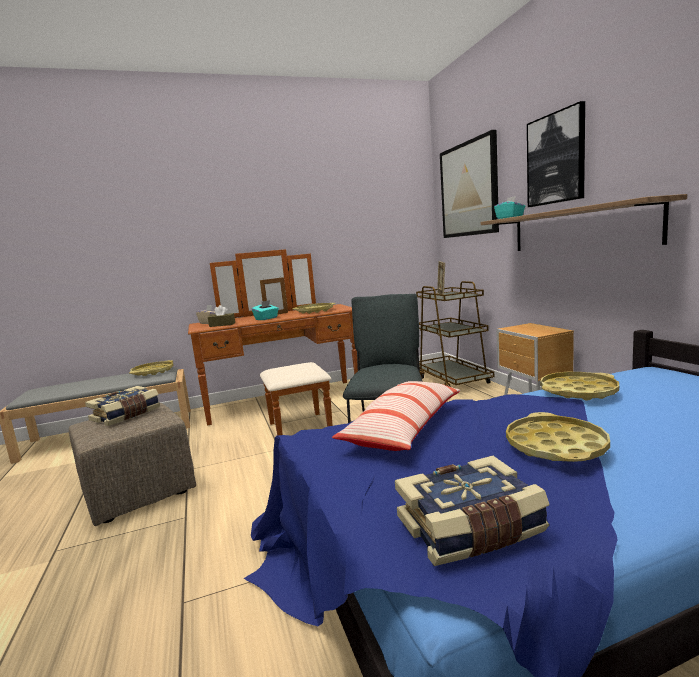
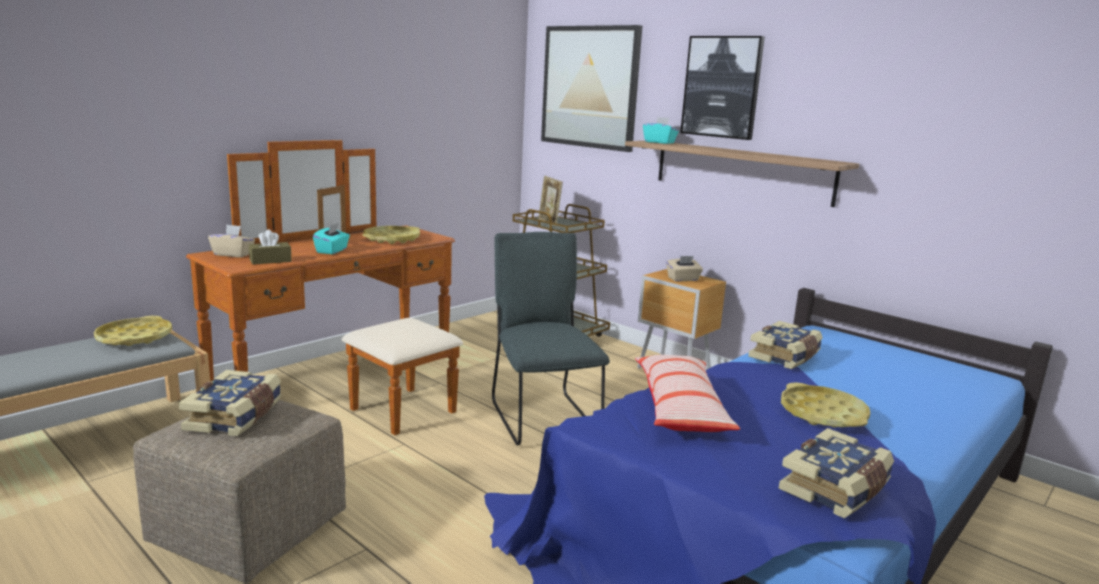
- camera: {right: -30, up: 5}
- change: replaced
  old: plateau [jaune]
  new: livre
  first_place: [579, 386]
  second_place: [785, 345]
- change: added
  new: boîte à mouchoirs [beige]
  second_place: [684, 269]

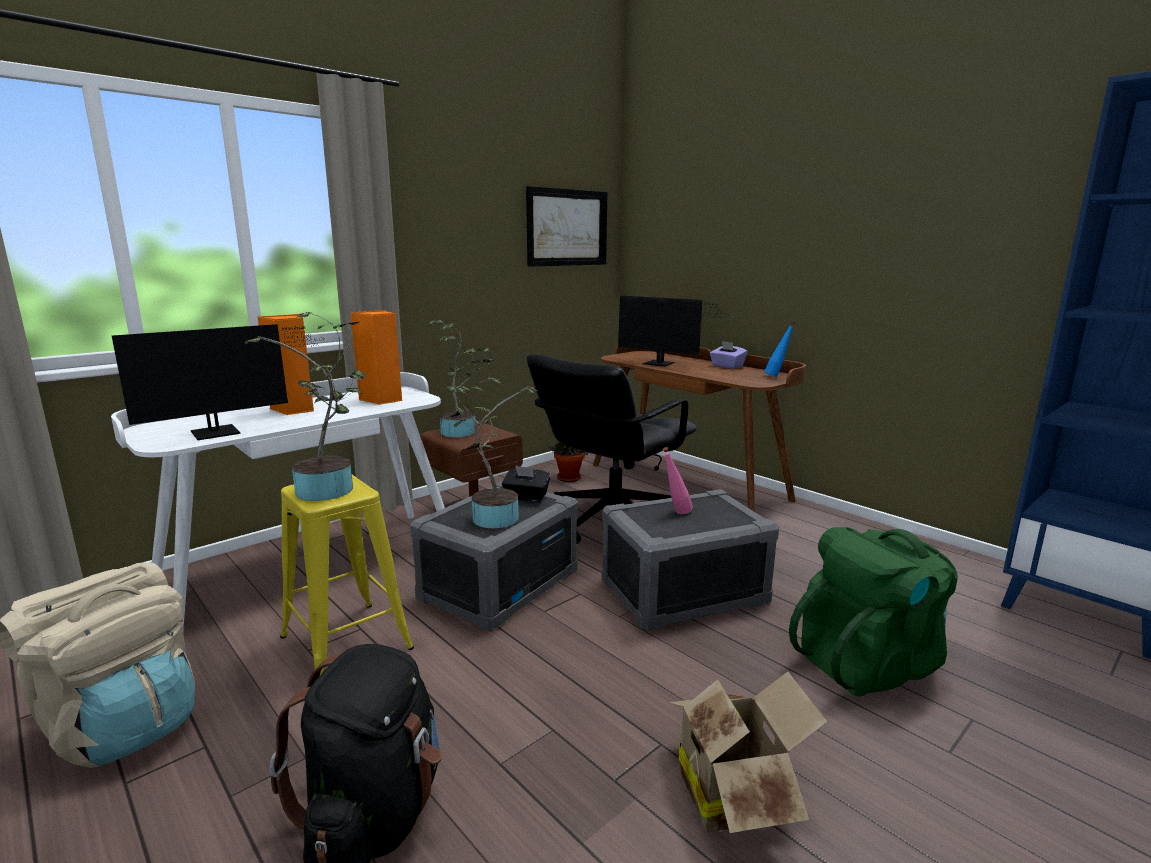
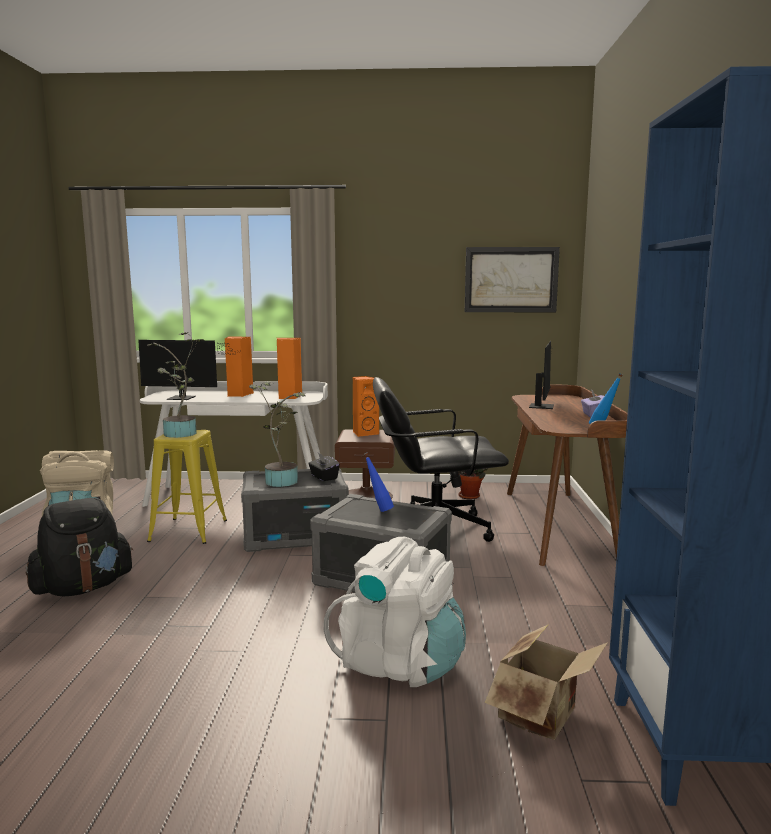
- camera: {right: 45, up: -5}
- change: replaced
  old: plante en pot
  new: enceinte [orange]
  first_place: [459, 378]
  second_place: [366, 406]
- change: turned
  old: écran d'ordinateur
  first_place: [674, 331]
  second_place: [541, 375]
  degrees: -150
- change: recoloured
  old: bouteille [rose]
  new: bouteille [bleu]
  first_place: [678, 480]
  second_place: [379, 482]
- change: moved
  old: carton
  first_place: [748, 752]
  second_place: [546, 682]
- change: recoloured
  old: sac à dos [vert]
  new: sac à dos [blanc]
  first_place: [873, 612]
  second_place: [395, 612]

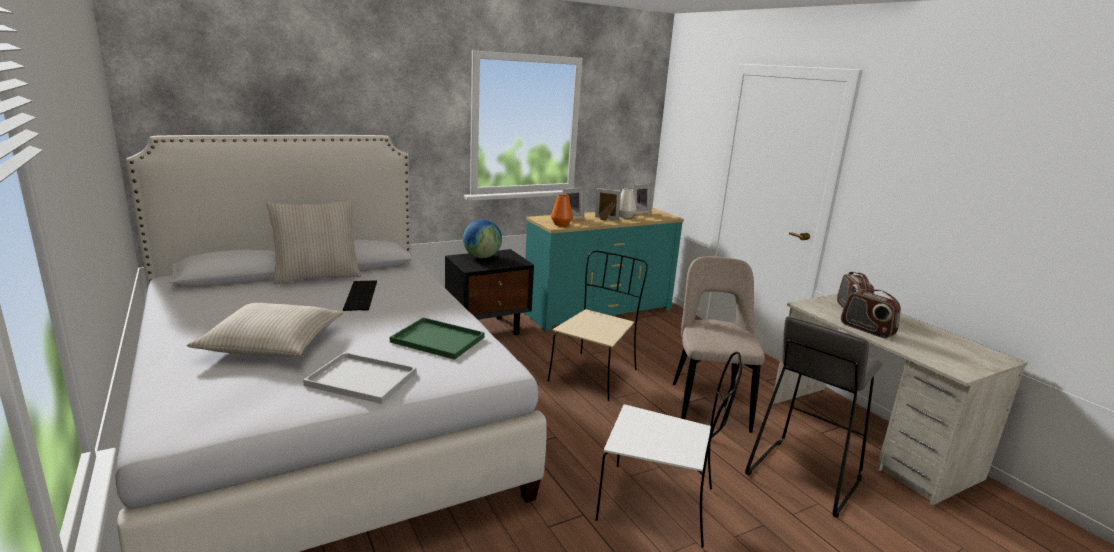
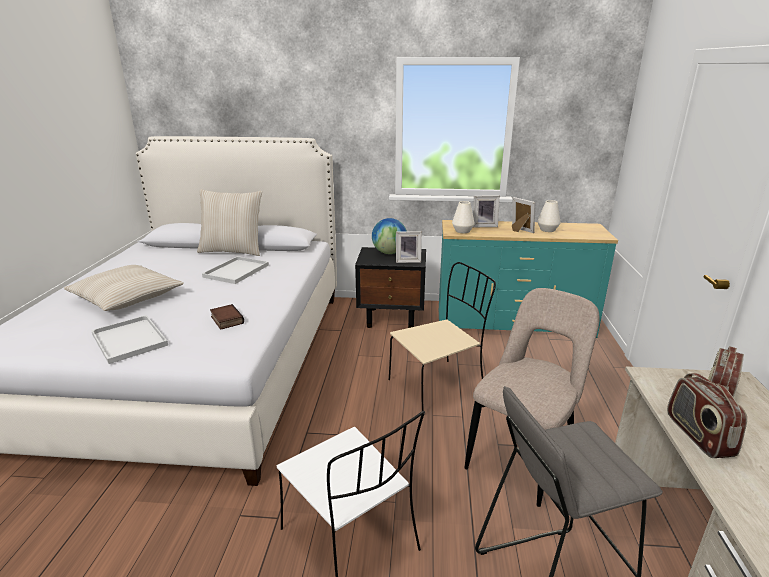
- camera: {right: 35, up: 5}
- change: replaced
  old: clavier
  new: plateau [blanc]
  first_place: [360, 295]
  second_place: [235, 270]
- change: replaced
  old: plateau [vert]
  new: livre
  first_place: [437, 338]
  second_place: [227, 317]
- change: recoloured
  old: vase [orange]
  new: vase [blanc]
  first_place: [562, 210]
  second_place: [463, 217]
- change: moved
  old: cadre photo
  first_place: [642, 199]
  second_place: [409, 247]

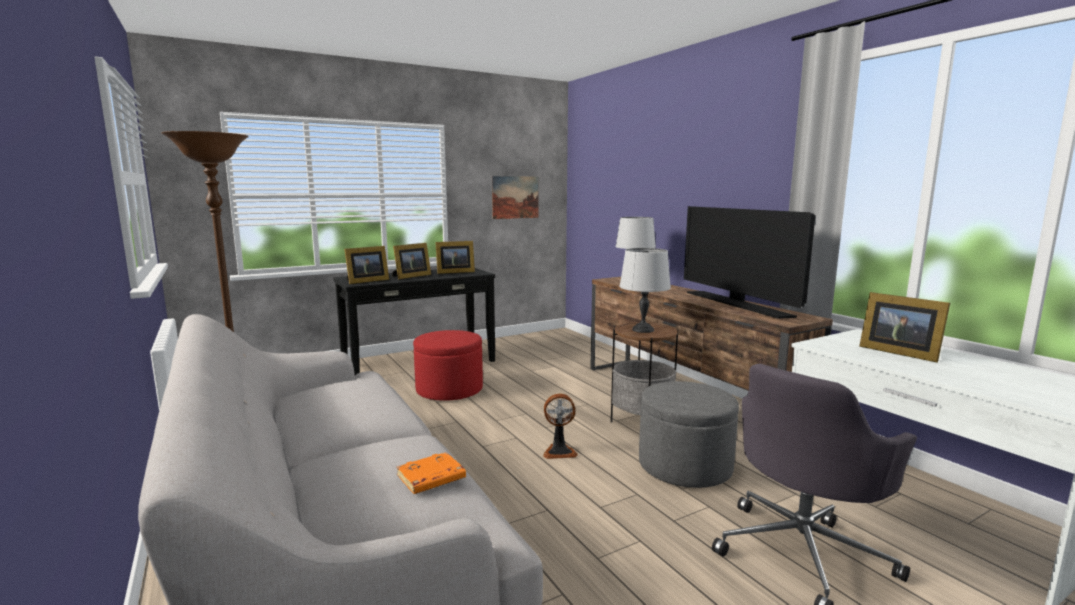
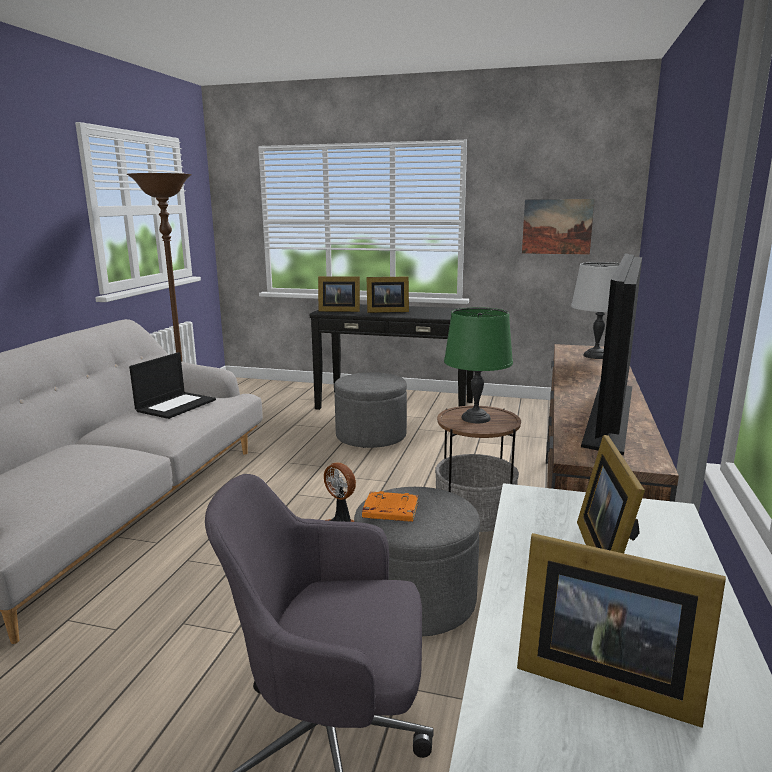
- camera: {right: 45, up: 5}
- change: moved
  old: livre [orange]
  first_place: [431, 473]
  second_place: [390, 506]
- change: recoloured
  old: pouf [rouge]
  new: pouf [gris]
  first_place: [448, 365]
  second_place: [370, 410]
- change: moved
  old: cadre photo
  first_place: [455, 257]
  second_place: [621, 630]
- change: recoloured
  old: lampe de table [gris]
  new: lampe de table [vert]
  first_place: [645, 290]
  second_place: [478, 365]
- change: added
  new: ordinateur portable
  second_place: [172, 385]

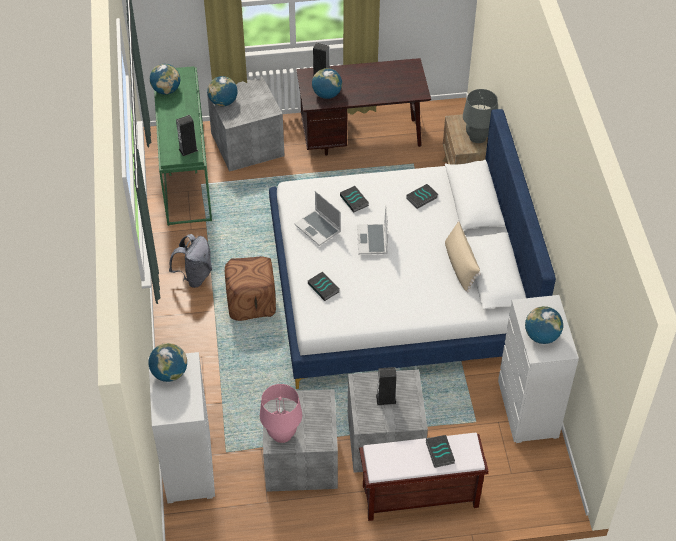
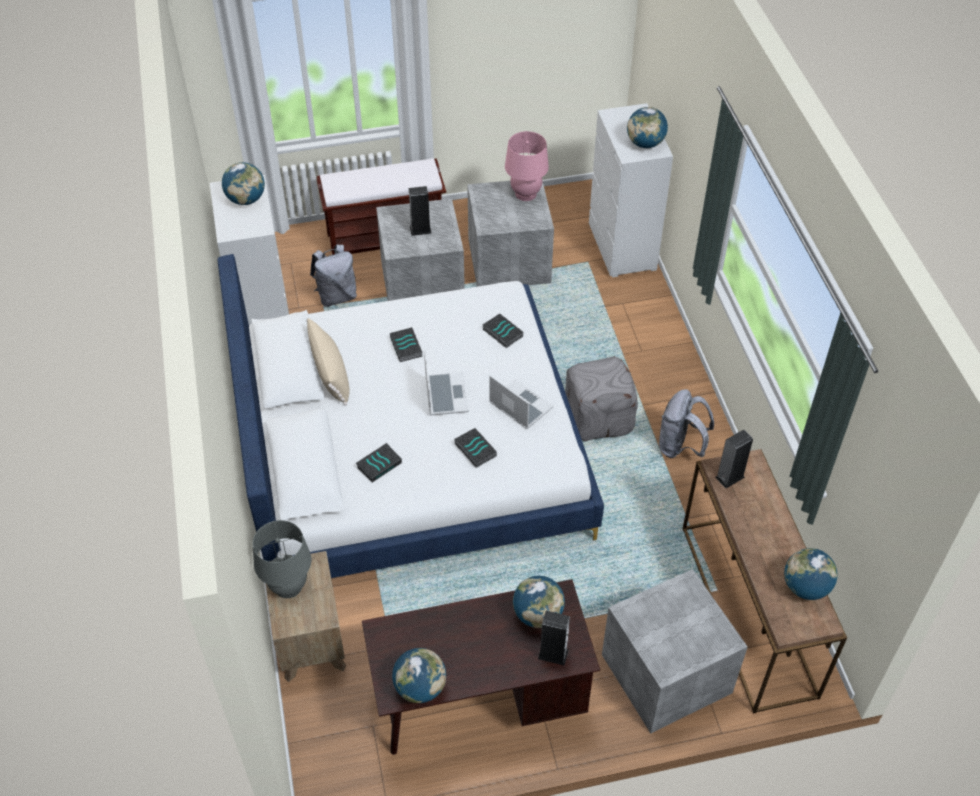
- camera: {right: 175, up: 0}
- change: recoloured
  old: table console [vert]
  new: table console [marron]
  first_place: [183, 146]
  second_place: [764, 581]
- change: moved
  old: globe
  first_place: [222, 91]
  second_place: [419, 675]
- change: recoloured
  old: pouf [marron]
  new: pouf [gris]
  first_place: [250, 288]
  second_place: [601, 398]
- change: moved
  old: livre
  first_place: [440, 451]
  second_place: [406, 344]
- change: added
  new: sac à dos [gris]
  second_place: [333, 275]

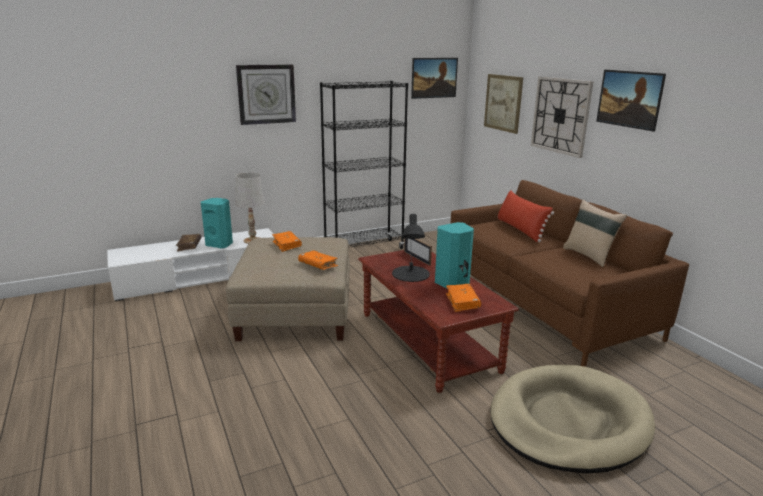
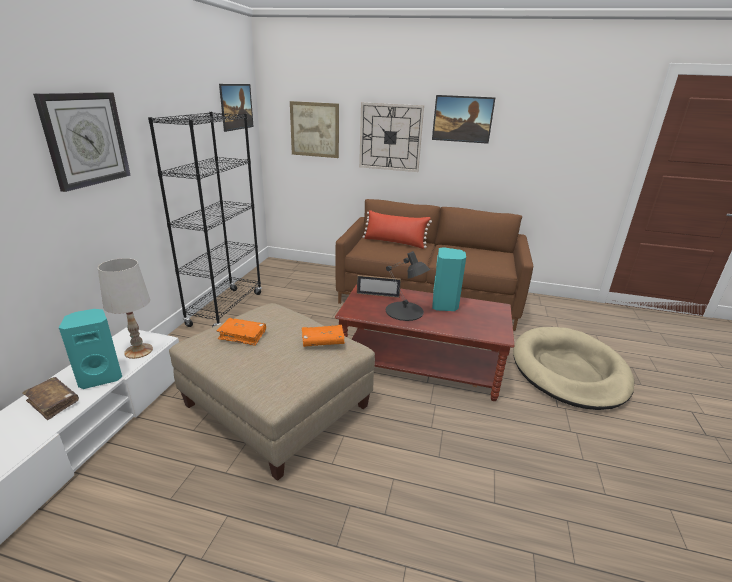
- camera: {right: -50, up: 5}
- change: removed
  old: livre [orange]
  first_place: [463, 298]
- change: removed
  old: coussin [beige]
  first_place: [595, 233]

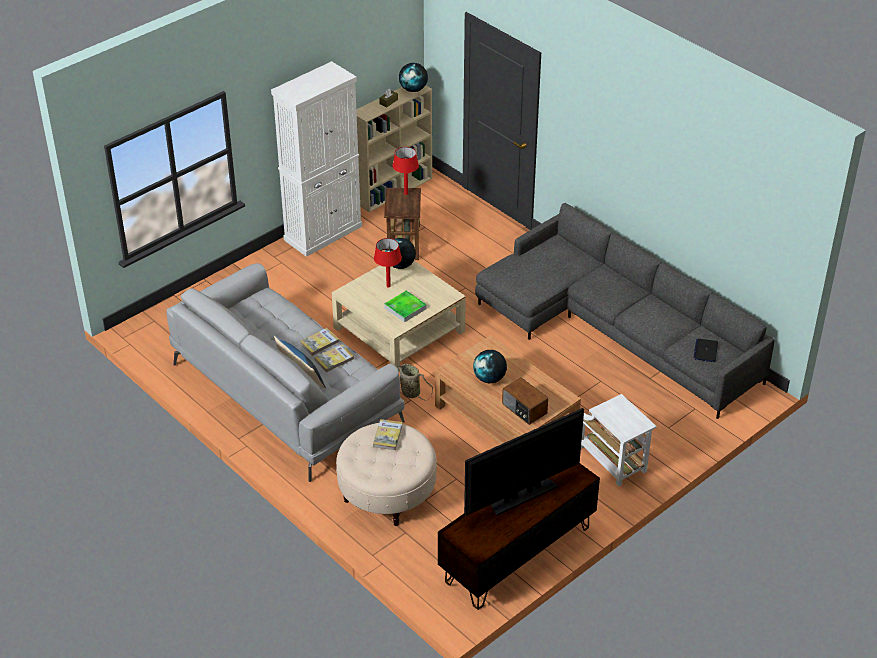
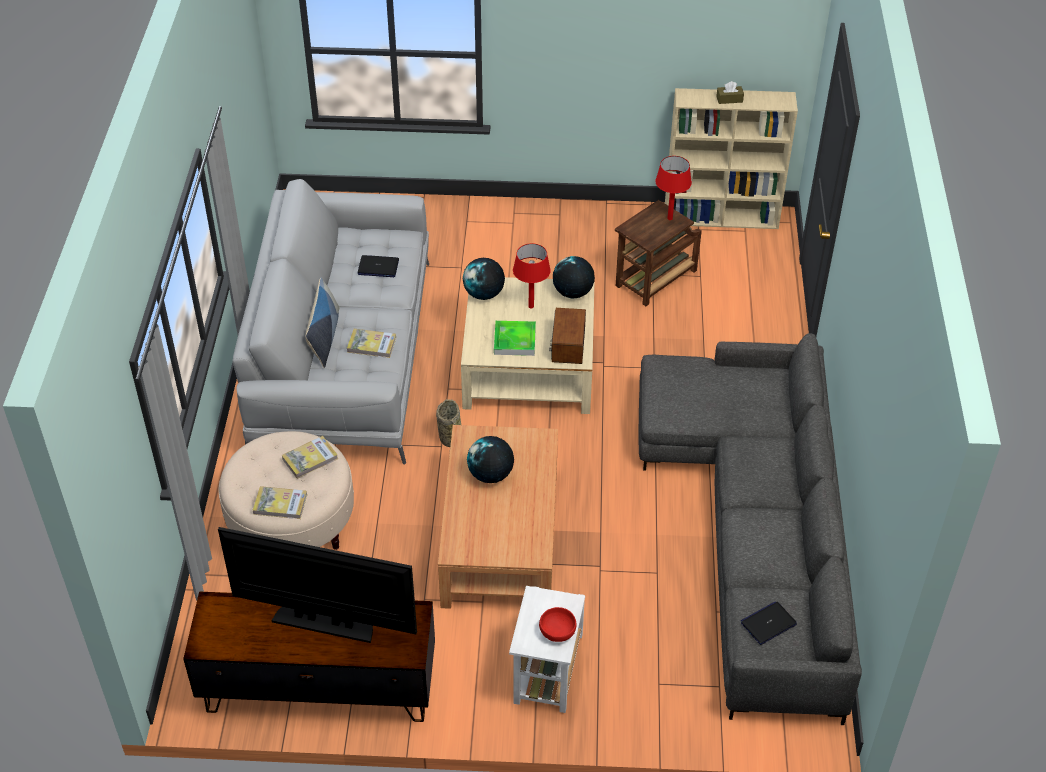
- camera: {right: 45, up: 5}
- change: removed
  old: meuble de rangement [blanc]
  first_place: [316, 159]
- change: moved
  old: livre
  first_place: [319, 342]
  second_place: [279, 502]
- change: moved
  old: globe
  first_place: [413, 77]
  second_place: [484, 279]
- change: moved
  old: radio
  first_place: [525, 401]
  second_place: [567, 336]
- change: added
  new: ordinateur portable
  second_place: [378, 266]
- change: added
  new: bol [rouge]
  second_place: [558, 624]

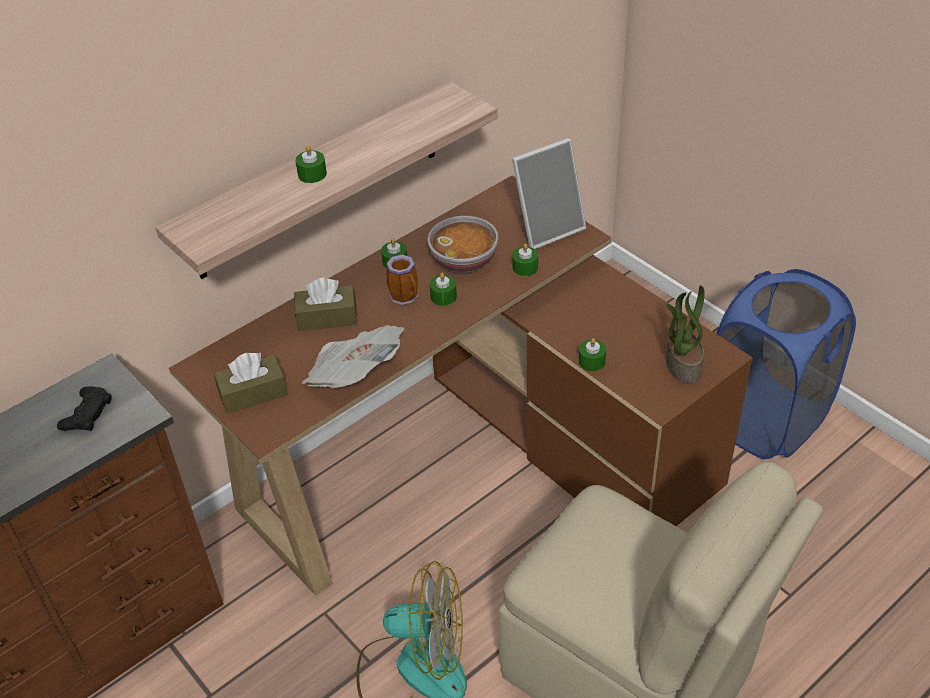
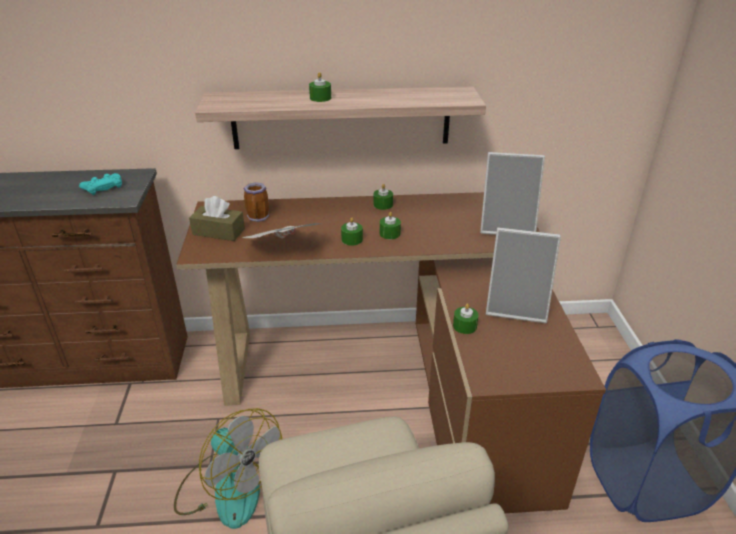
- camera: {right: 35, up: -10}
- change: recoloured
  old: manette [noir]
  new: manette [turquoise]
  first_place: [84, 408]
  second_place: [100, 184]
- change: removed
  old: boîte à mouchoirs [marron]
  first_place: [325, 304]
- change: moved
  old: mug
  first_place: [402, 280]
  second_place: [256, 202]
- change: removed
  old: bol
  first_place: [463, 244]
- change: moved
  old: bougie [vert]
  first_place: [525, 260]
  second_place: [352, 231]
- change: removed
  old: plante en pot
  first_place: [685, 334]
- change: added
  new: cadre photo
  second_place: [523, 275]

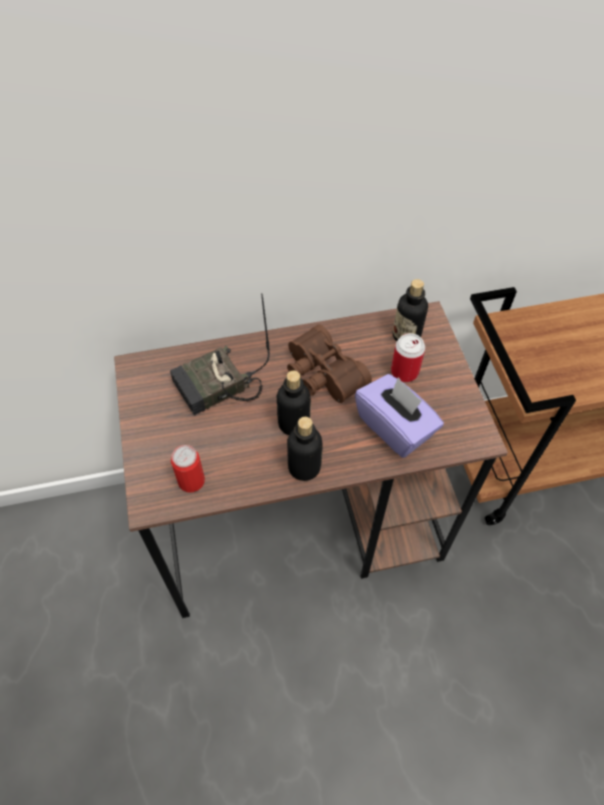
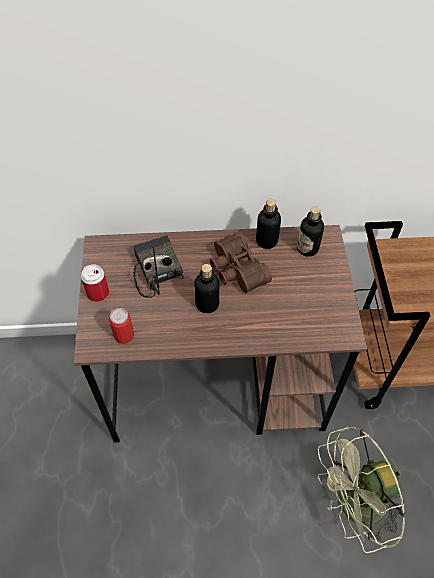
- camera: {right: 10, up: 0}
- change: turned
  old: radio
  first_place: [220, 354]
  second_place: [158, 266]
  degrees: 90
- change: moved
  old: bouteille
  first_place: [305, 449]
  second_place: [268, 224]
- change: removed
  old: boîte à mouchoirs [violet]
  first_place: [399, 416]
- change: moved
  old: boîte métallique
  first_place: [408, 357]
  second_place: [95, 283]
- change: added
  new: ventilateur [vert]
  second_place: [362, 489]

